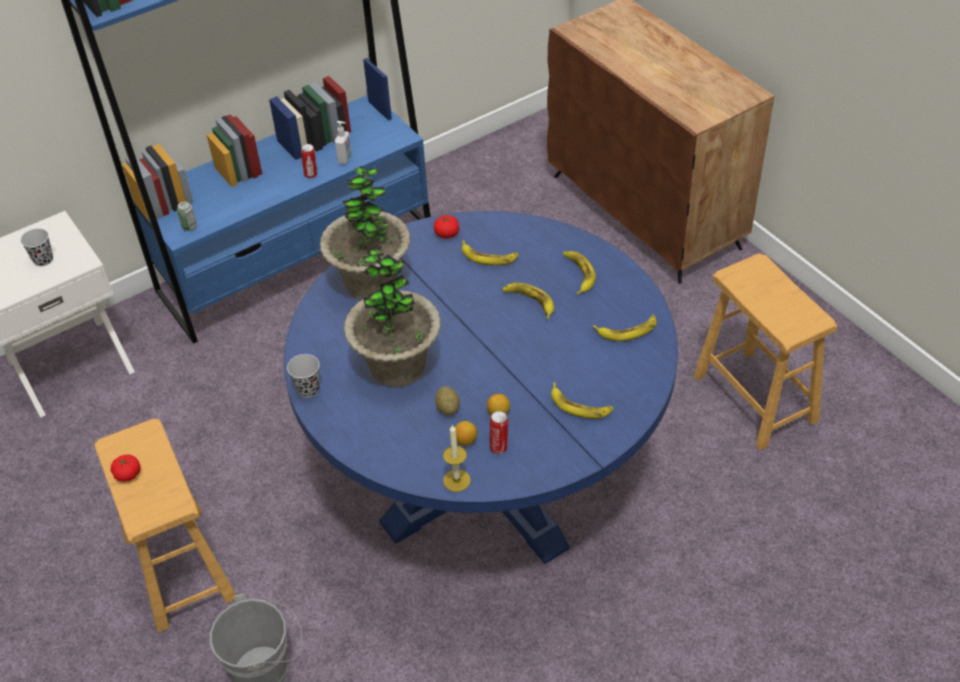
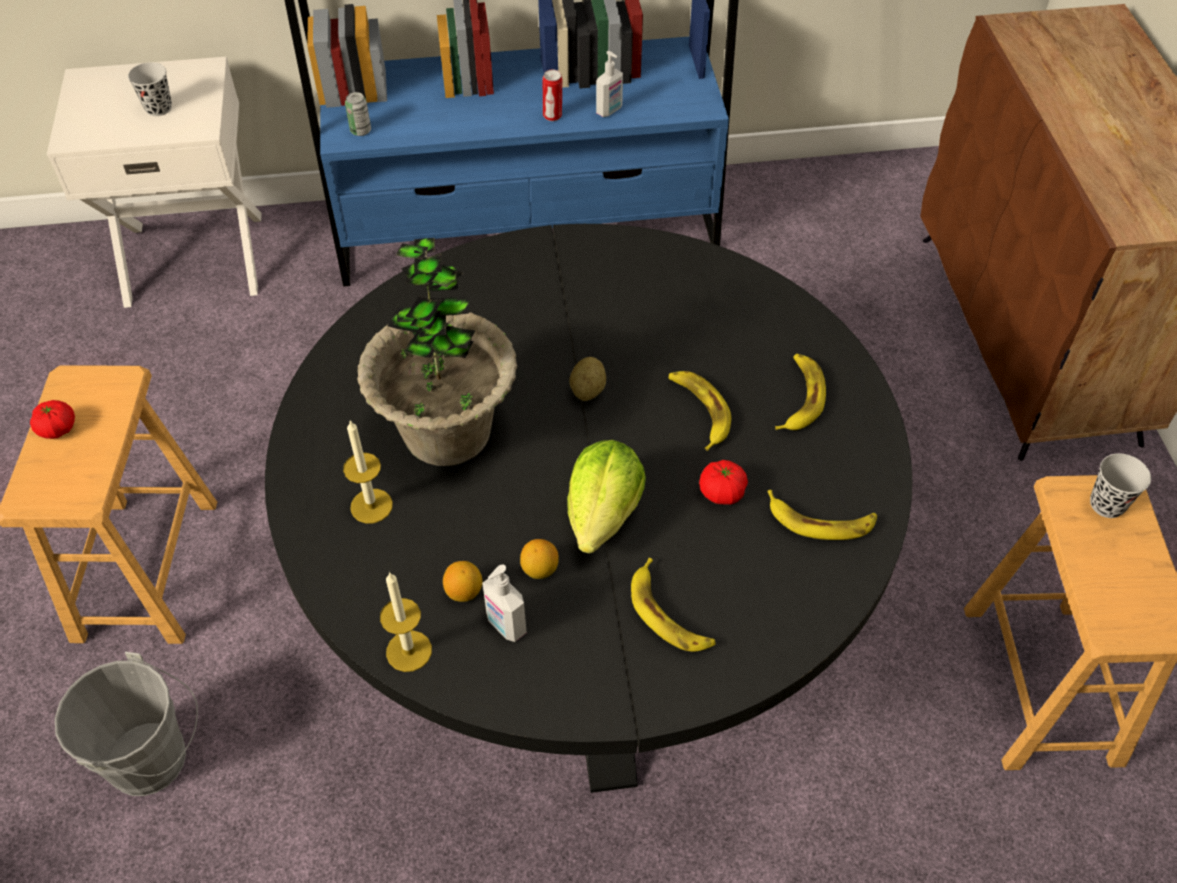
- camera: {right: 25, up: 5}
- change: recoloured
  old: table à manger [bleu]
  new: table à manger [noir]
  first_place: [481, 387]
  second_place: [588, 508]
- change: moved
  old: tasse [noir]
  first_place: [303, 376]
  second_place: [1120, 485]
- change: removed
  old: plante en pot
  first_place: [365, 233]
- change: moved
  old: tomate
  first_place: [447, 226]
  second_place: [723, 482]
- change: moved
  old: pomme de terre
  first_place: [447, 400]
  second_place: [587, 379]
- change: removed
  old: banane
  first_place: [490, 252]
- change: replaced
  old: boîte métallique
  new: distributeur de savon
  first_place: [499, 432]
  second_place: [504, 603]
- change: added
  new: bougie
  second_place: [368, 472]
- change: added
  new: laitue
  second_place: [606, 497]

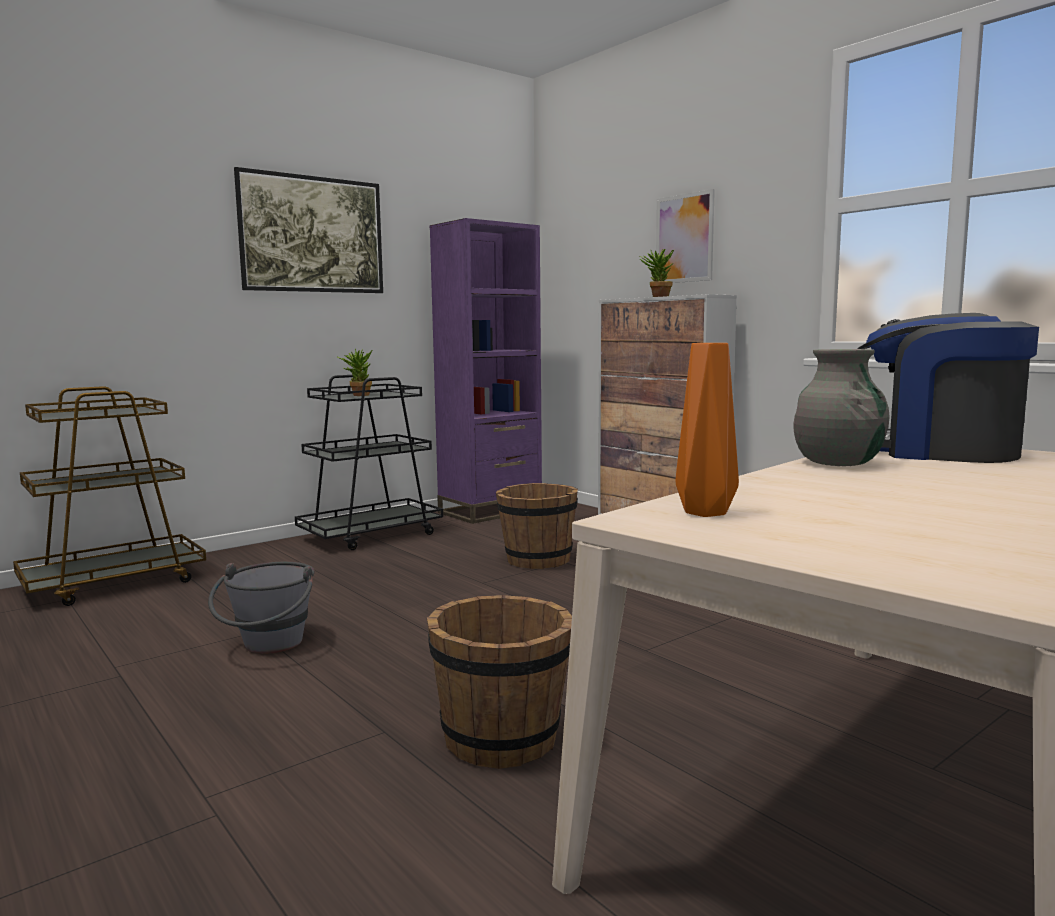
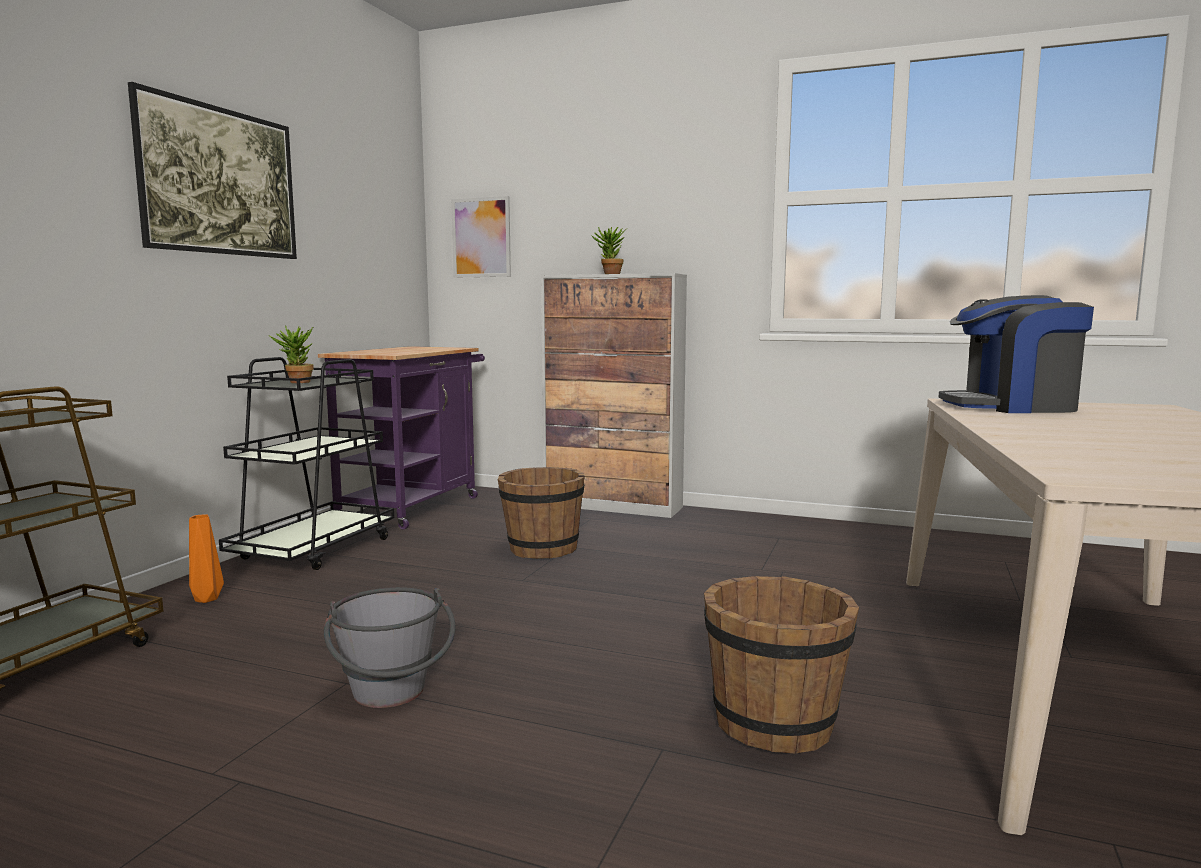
- camera: {right: -30, up: 0}
- change: replaced
  old: bibliothèque [violet]
  new: chariot [violet]
  first_place: [486, 371]
  second_place: [401, 438]
- change: moved
  old: tableau
  first_place: [685, 236]
  second_place: [481, 236]
- change: moved
  old: vase [orange]
  first_place: [707, 430]
  second_place: [206, 558]
- change: removed
  old: vase [gris]
  first_place: [841, 407]

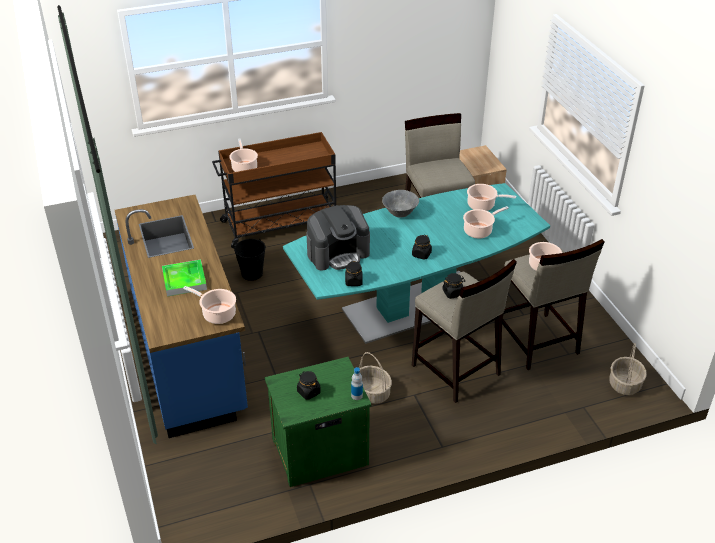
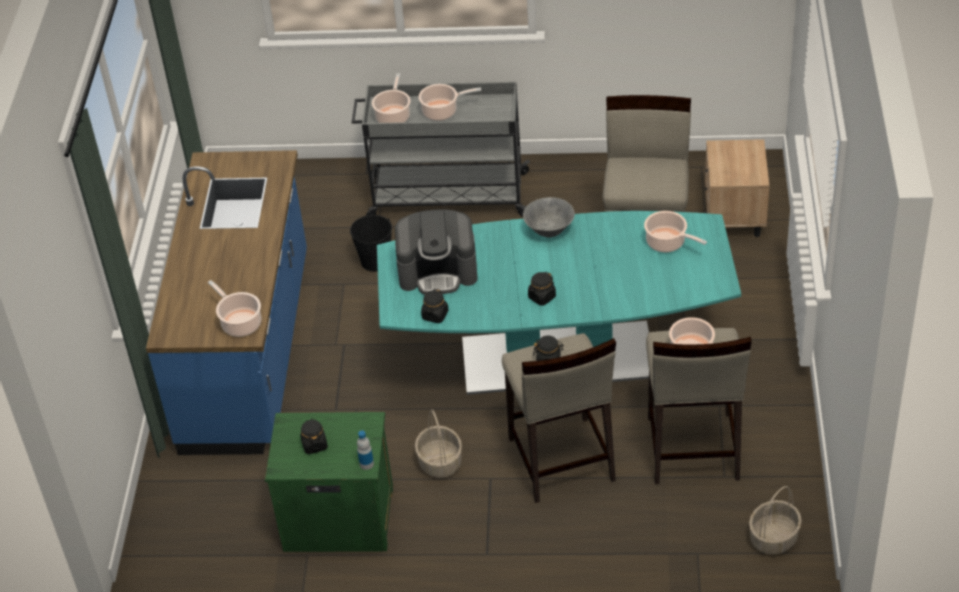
- camera: {right: 25, up: 5}
- change: removed
  old: plateau
  first_place: [184, 278]
- change: recoloured
  old: chariot [marron]
  new: chariot [gris]
  first_place: [274, 190]
  second_place: [441, 149]
- change: moved
  old: marmite
  first_place: [486, 222]
  second_place: [450, 102]

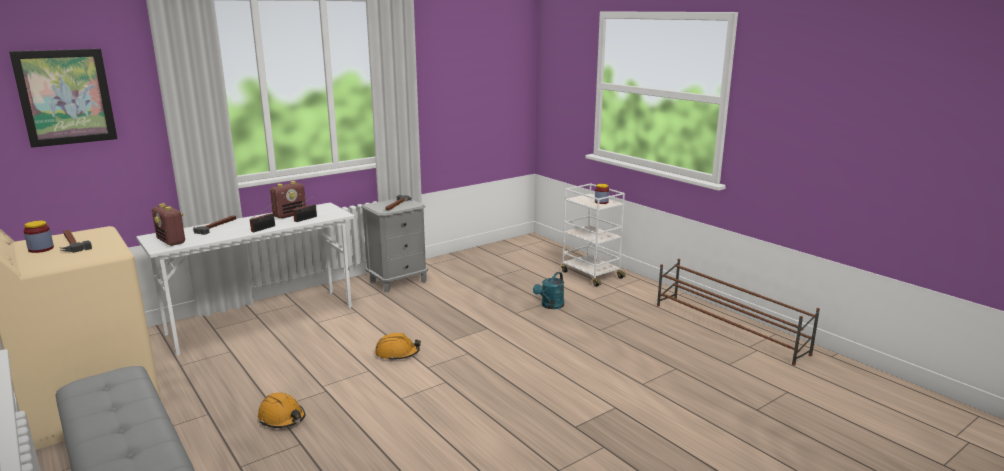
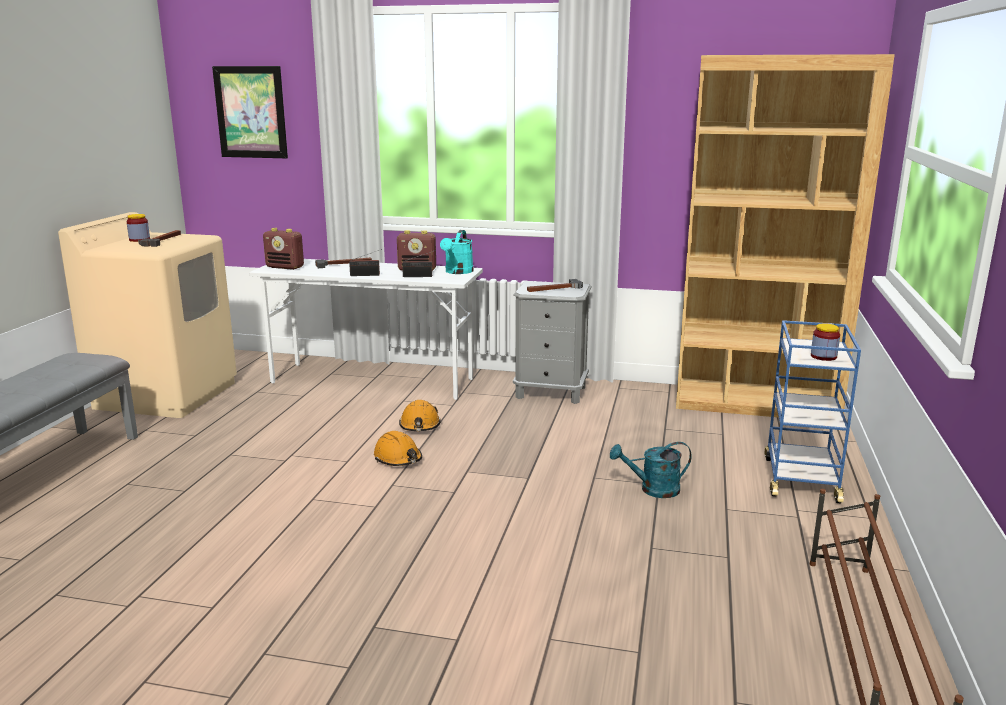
- camera: {right: 50, up: 0}
- change: turned
  old: radio
  first_place: [168, 224]
  second_place: [283, 249]
  degrees: -75
- change: moved
  old: casque de chantier [orange]
  first_place: [281, 410]
  second_place: [420, 415]
- change: recoloured
  old: chariot [blanc]
  new: chariot [bleu]
  first_place: [593, 235]
  second_place: [813, 411]
- change: added
  new: arrosoir [turquoise]
  second_place: [456, 252]
- change: added
  new: bibliothèque [marron]
  second_place: [785, 235]

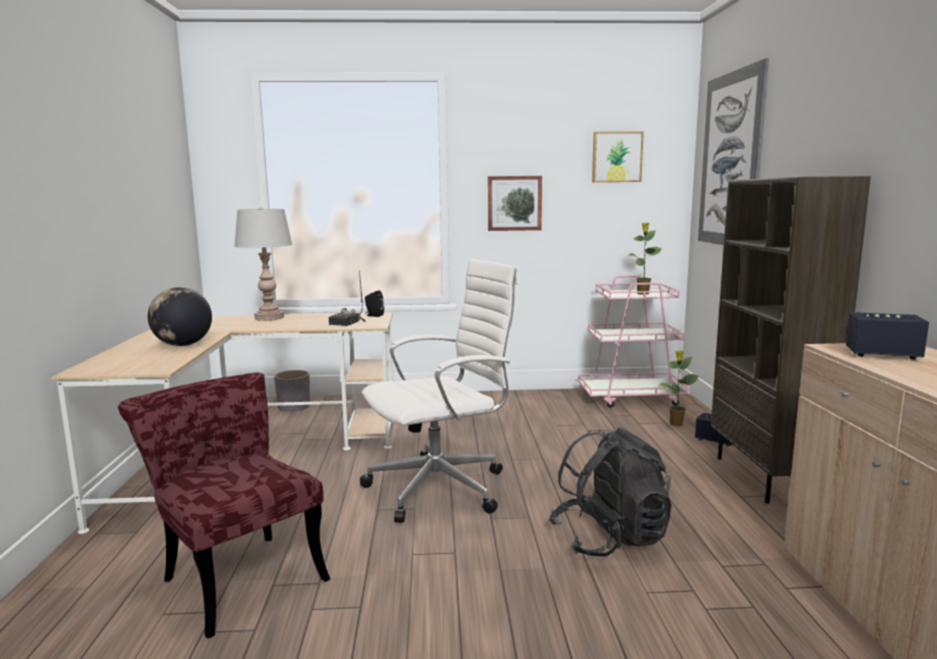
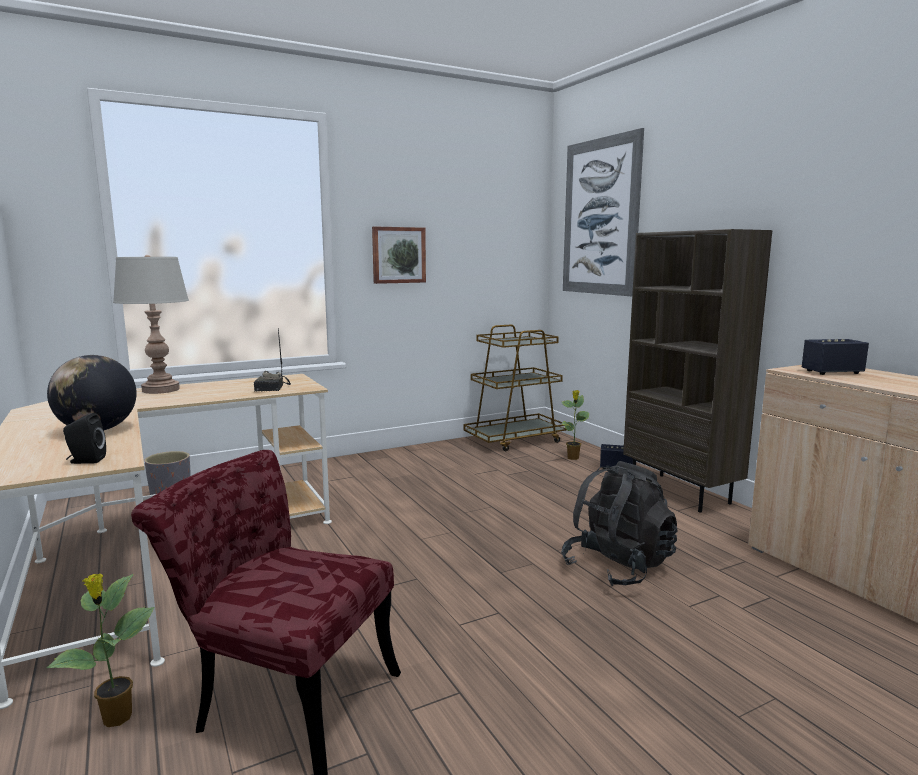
- camera: {right: -25, up: 0}
- change: removed
  old: chaise de bureau [blanc]
  first_place: [439, 391]
- change: moved
  old: enceinte [noir]
  first_place: [374, 303]
  second_place: [84, 438]
- change: recoloured
  old: chariot [rose]
  new: chariot [marron]
  first_place: [634, 341]
  second_place: [514, 388]
- change: removed
  old: tableau
  first_place: [618, 156]
- change: moved
  old: plante en pot
  first_place: [645, 258]
  second_place: [100, 650]

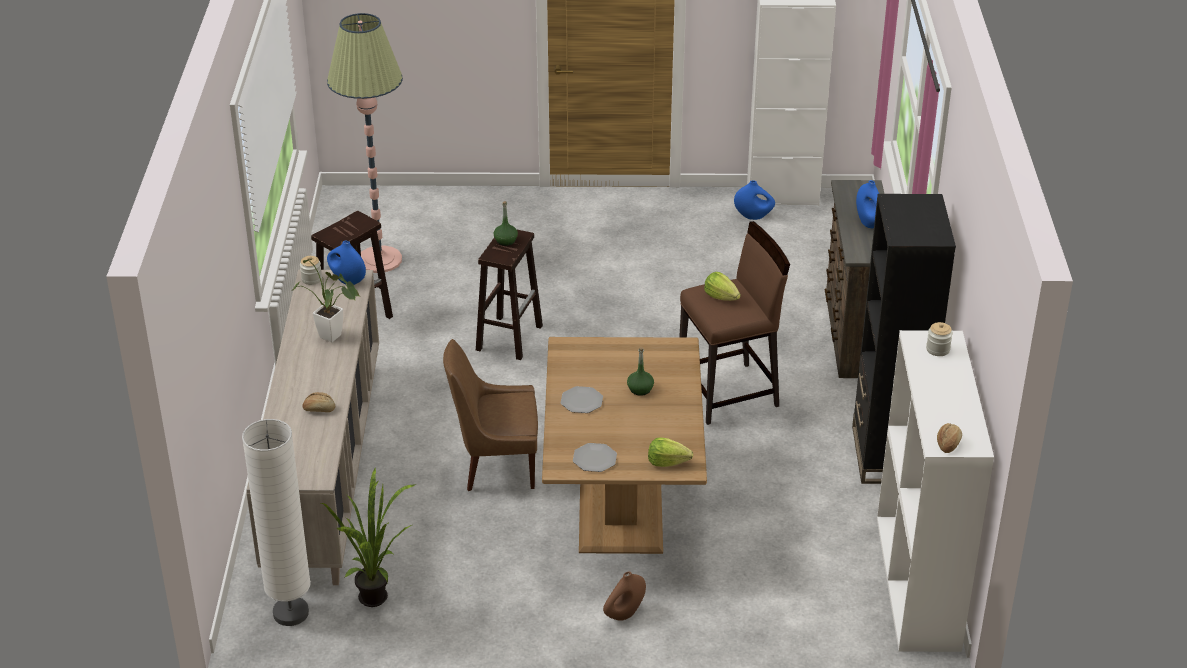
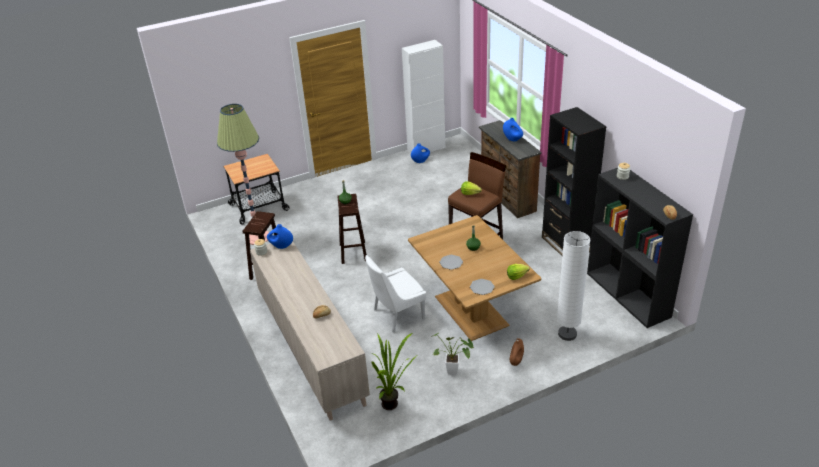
- camera: {right: -25, up: 0}
- change: moved
  old: lampadaire [blanc]
  first_place: [276, 522]
  second_place: [573, 286]
- change: moved
  old: plante en pot
  first_place: [326, 300]
  second_place: [452, 354]
- change: recoloured
  old: chaise [marron]
  new: chaise [blanc]
  first_place: [490, 415]
  second_place: [395, 293]
- change: recoloured
  old: bibliothèque [blanc]
  new: bibliothèque [noir]
  first_place: [935, 491]
  second_place: [640, 248]
- change: added
  new: chariot
  second_place: [256, 189]

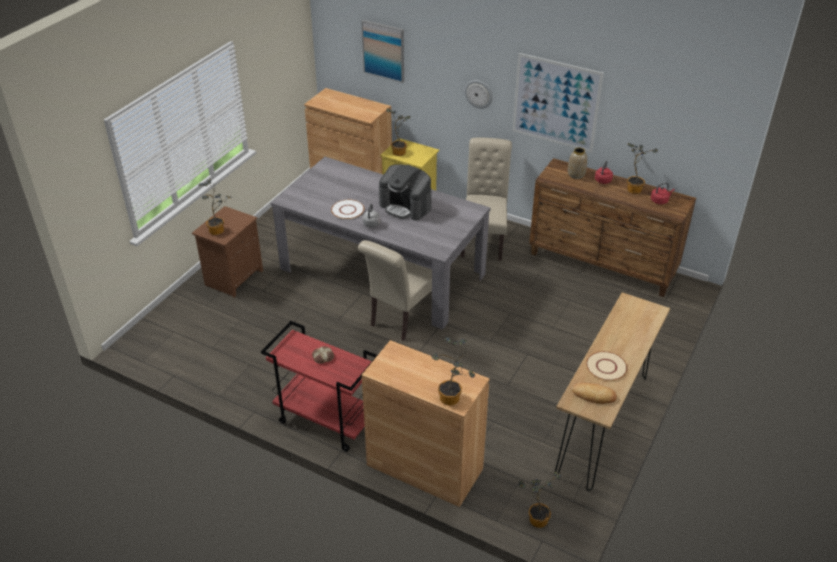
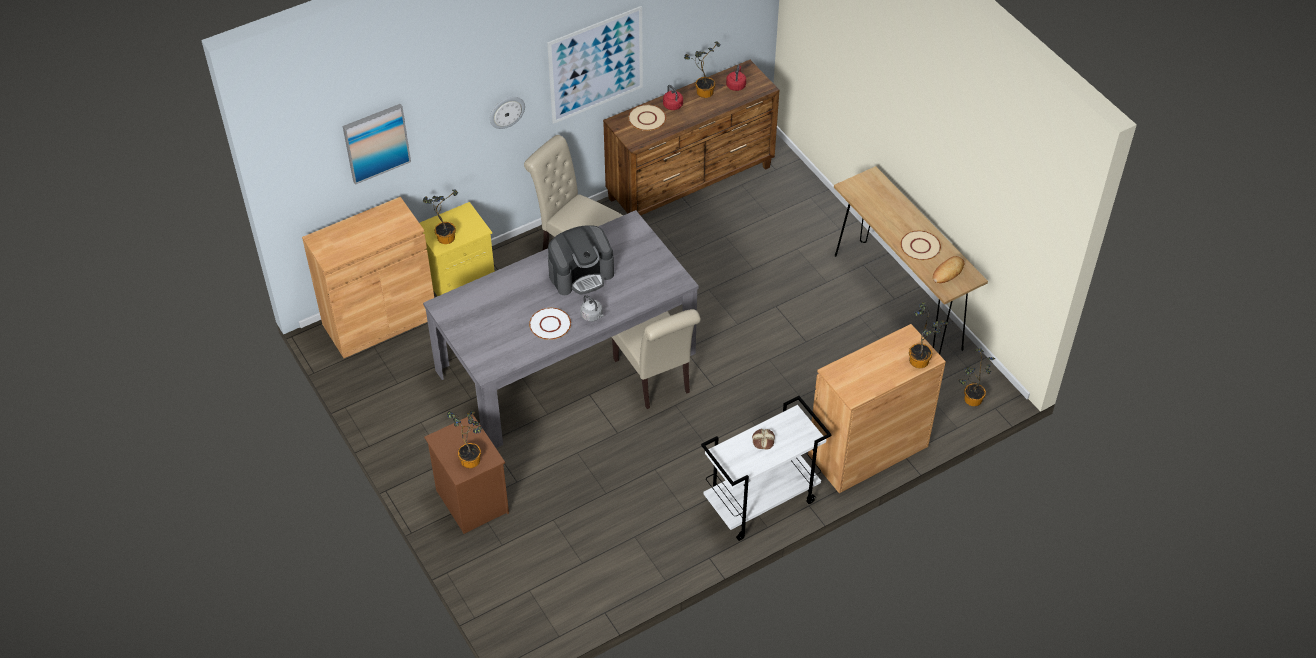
- camera: {right: -60, up: 10}
- change: recoloured
  old: chariot [rouge]
  new: chariot [blanc]
  first_place: [319, 386]
  second_place: [766, 468]
- change: replaced
  old: vase
  new: assiette [beige]
  first_place: [577, 163]
  second_place: [647, 118]

